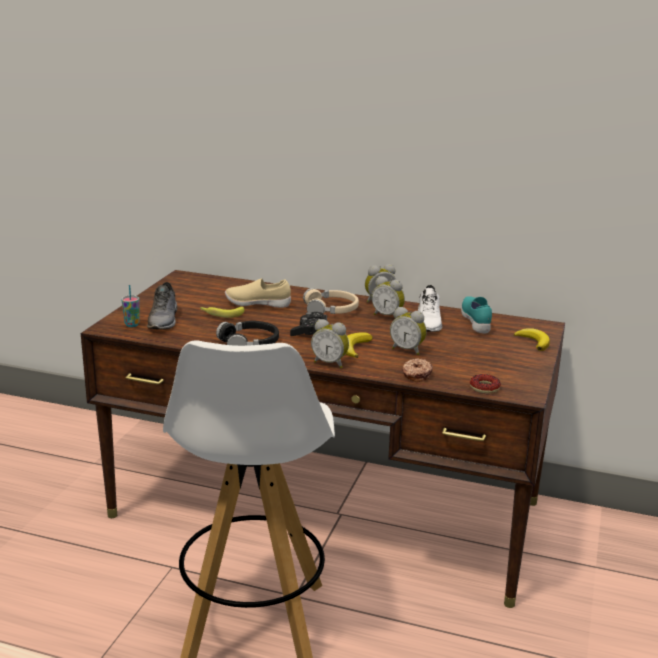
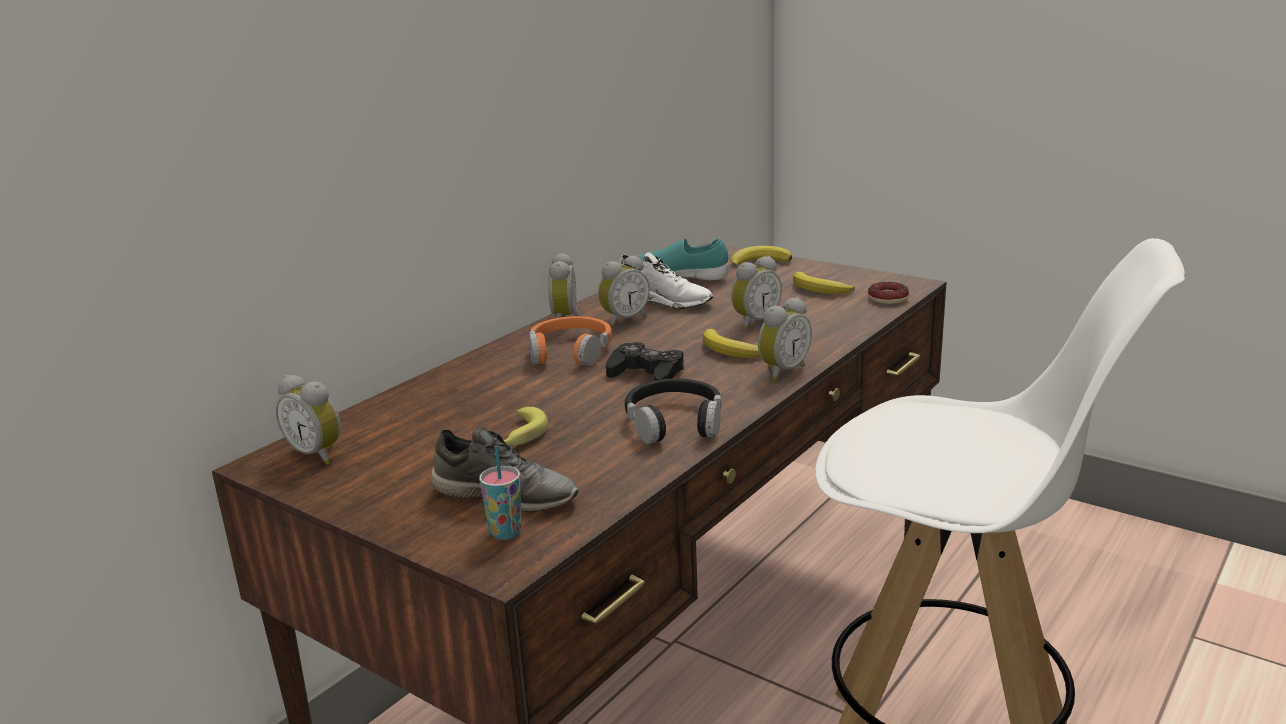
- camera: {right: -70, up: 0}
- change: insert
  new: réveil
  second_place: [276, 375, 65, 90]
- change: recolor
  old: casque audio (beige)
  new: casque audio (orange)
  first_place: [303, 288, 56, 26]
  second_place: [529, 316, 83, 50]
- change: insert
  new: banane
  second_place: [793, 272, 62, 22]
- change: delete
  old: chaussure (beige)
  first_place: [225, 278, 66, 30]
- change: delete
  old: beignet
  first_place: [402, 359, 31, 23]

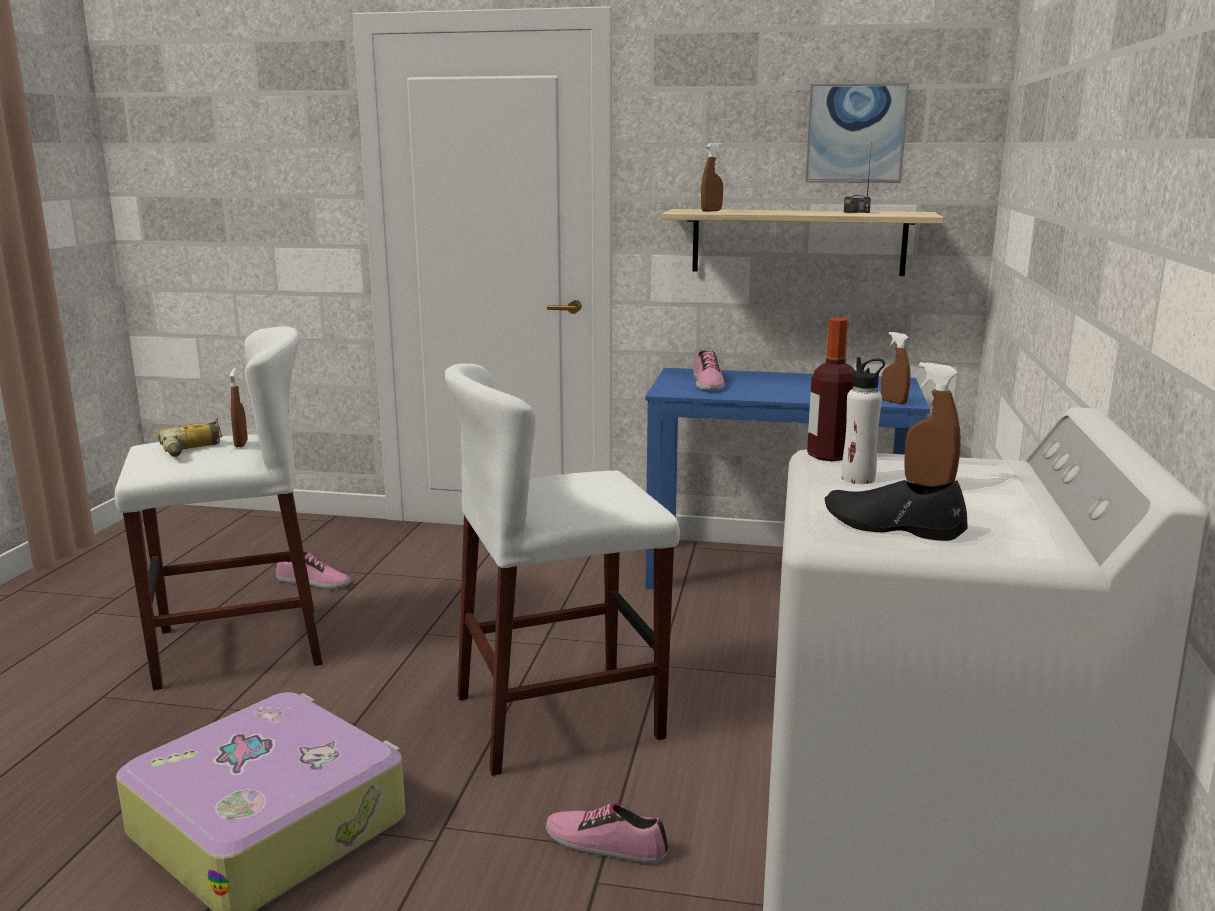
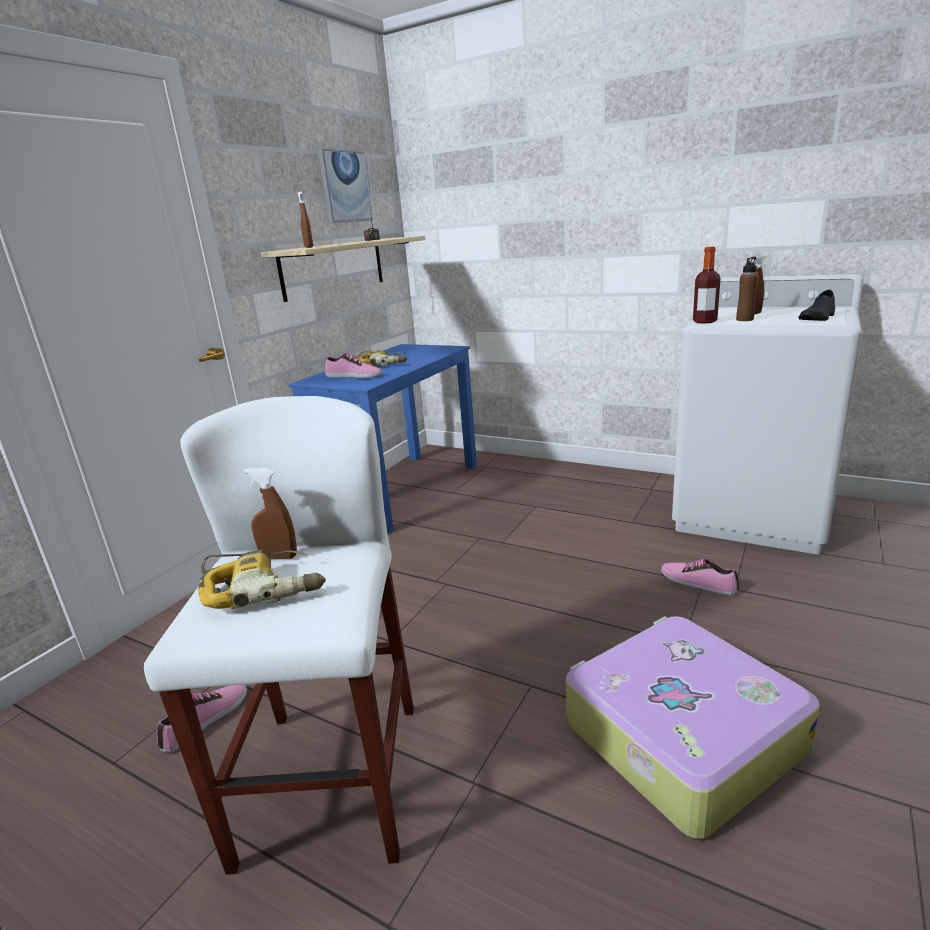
- camera: {right: -70, up: 5}
- change: insert
  new: perceuse
  second_place: [358, 350, 49, 16]
- change: rotate
  old: chaussure
  first_place: [545, 803, 123, 60]
  second_place: [661, 559, 78, 36]
  degrees: 90
- change: recolor
  old: bouteille (blanc)
  new: bouteille (marron)
  first_place: [842, 357, 43, 127]
  second_place: [736, 257, 22, 64]
- change: delete
  old: tabouret (blanc)
  first_place: [445, 363, 235, 413]
- change: delete
  old: vaporisateur (marron)
  first_place: [881, 332, 30, 72]

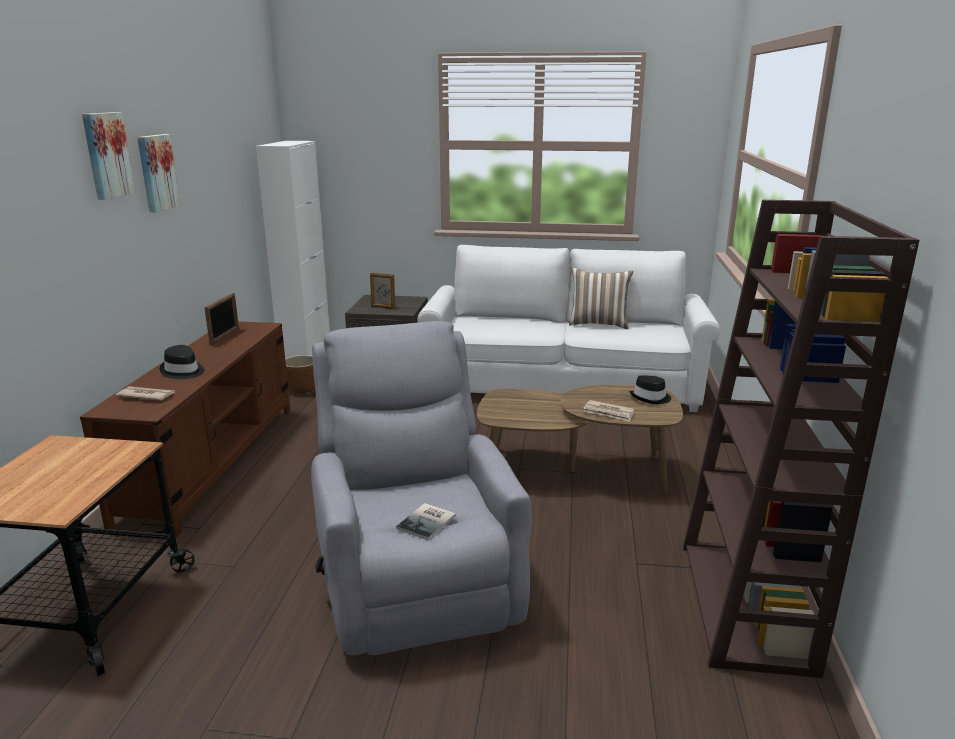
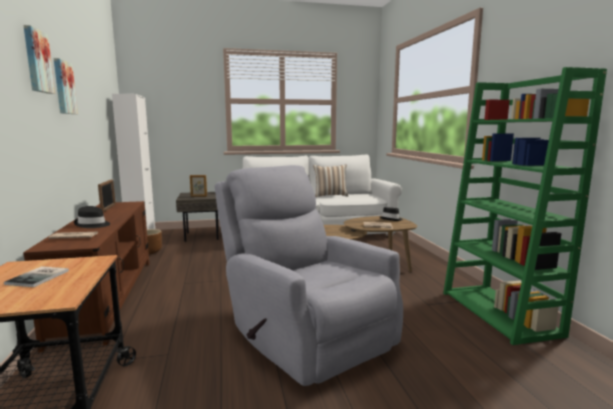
- camera: {right: -20, up: -10}
- change: move
  old: livre
  first_place: [396, 503, 60, 38]
  second_place: [4, 266, 65, 21]
- change: recolor
  old: bibliothèque (marron)
  new: bibliothèque (vert)
  first_place: [683, 200, 237, 478]
  second_place: [443, 67, 164, 278]

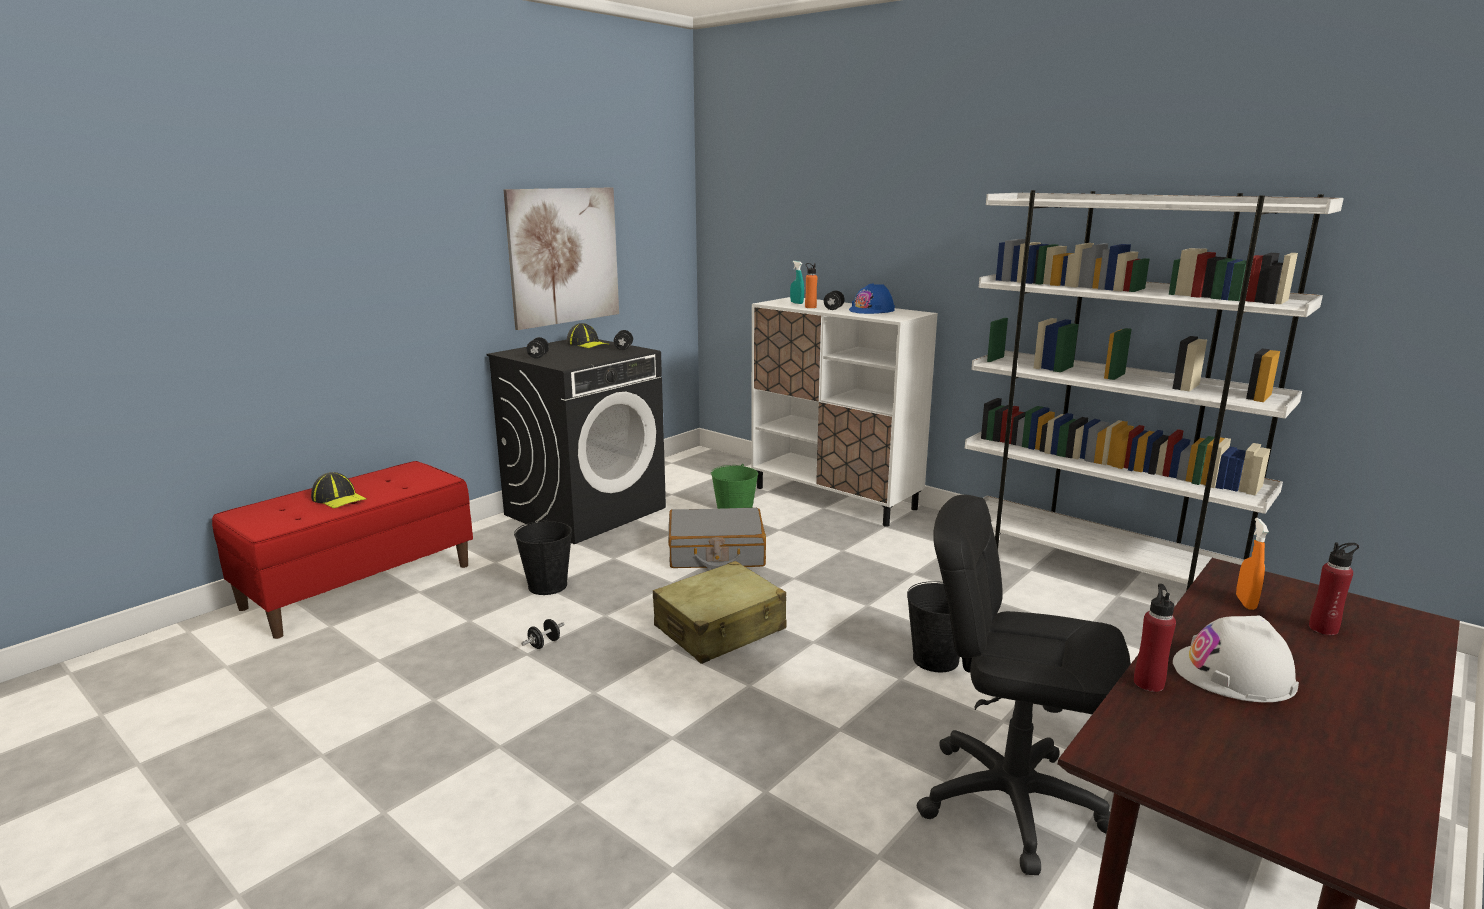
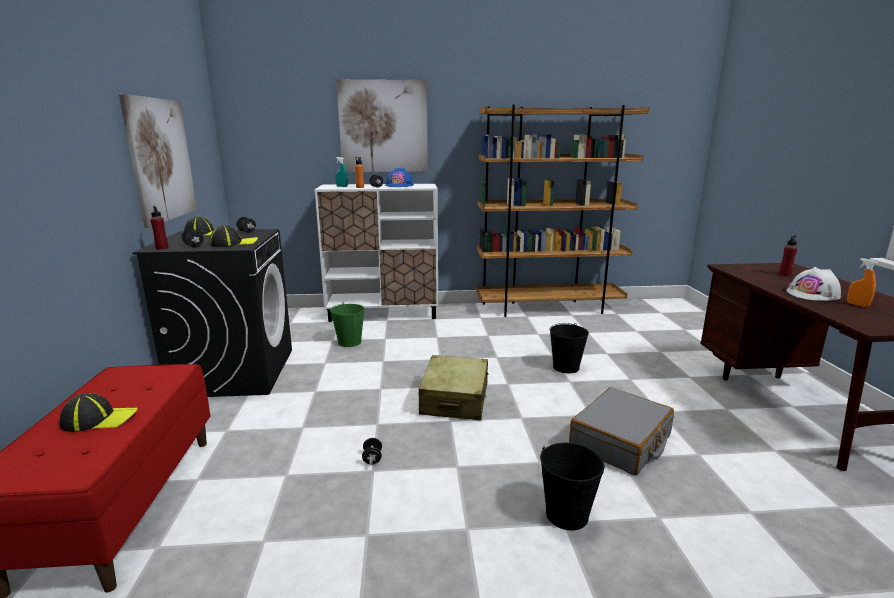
- camera: {right: -45, up: 0}
- change: move
  old: bouteille (rouge)
  first_place: [1134, 584, 42, 108]
  second_place: [151, 206, 18, 44]
- change: insert
  new: casquette
  second_place: [209, 225, 49, 22]
- change: insert
  new: tableau
  second_place: [336, 79, 92, 93]
- change: recolor
  old: bibliothèque (blanc)
  new: bibliothèque (marron)
  first_place: [965, 190, 379, 401]
  second_place: [476, 105, 173, 212]
- change: move
  old: seau (noir)
  first_place: [514, 518, 58, 77]
  second_place: [540, 443, 65, 87]
- change: move
  old: valise (gris)
  first_place: [668, 508, 98, 61]
  second_place: [569, 387, 105, 88]
- change: move
  old: vaporisateur (orange)
  first_place: [1236, 518, 33, 92]
  second_place: [847, 258, 31, 49]
- change: delete
  old: chaise de bureau (noir)
  first_place: [917, 495, 214, 380]

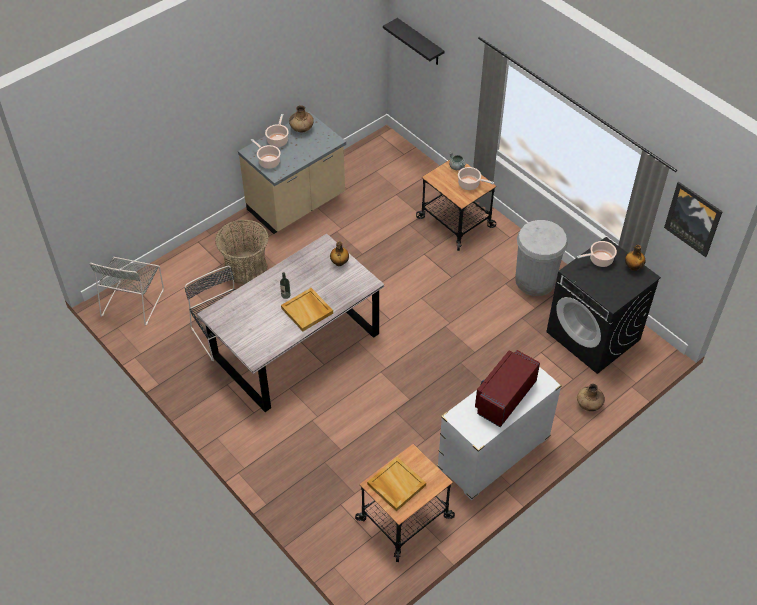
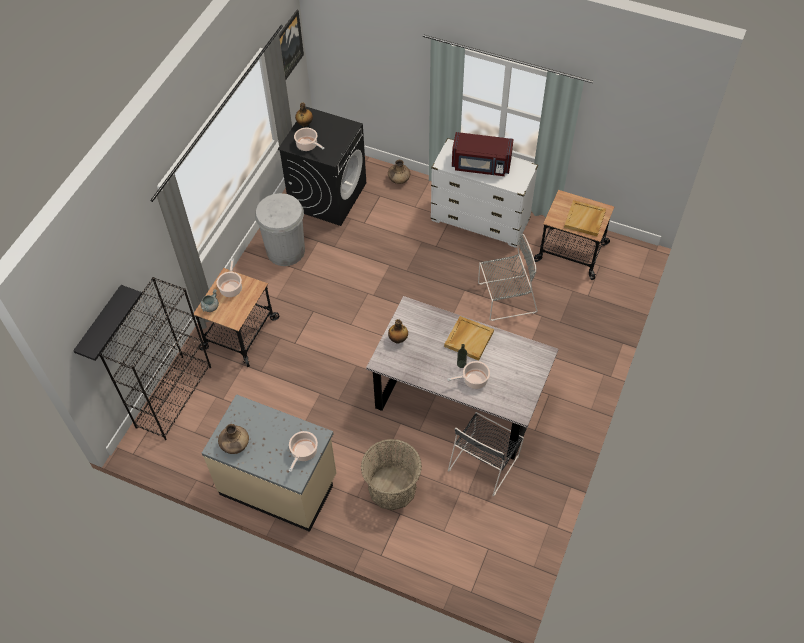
- camera: {right: -115, up: 5}
- change: insert
  new: bibliothèque (noir)
  second_place: [99, 277, 112, 163]
- change: move
  old: marmite
  first_place: [265, 114, 24, 33]
  second_place: [447, 361, 43, 28]
- change: move
  old: chaise (gris)
  first_place: [90, 257, 74, 69]
  second_place: [478, 234, 59, 87]

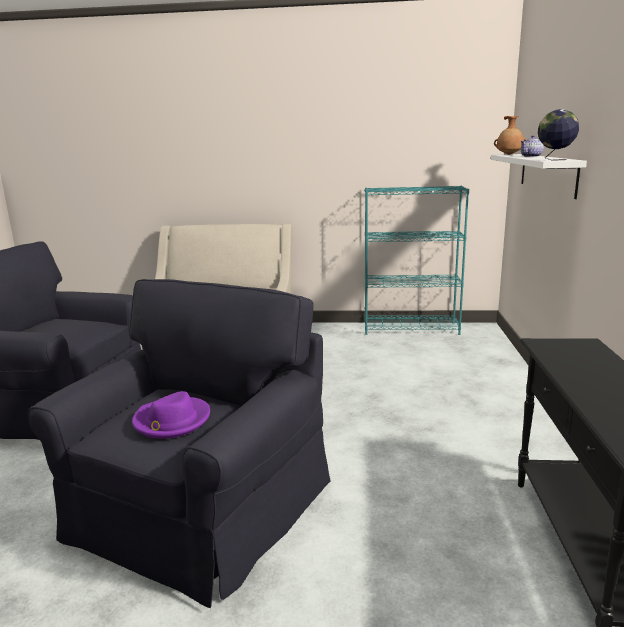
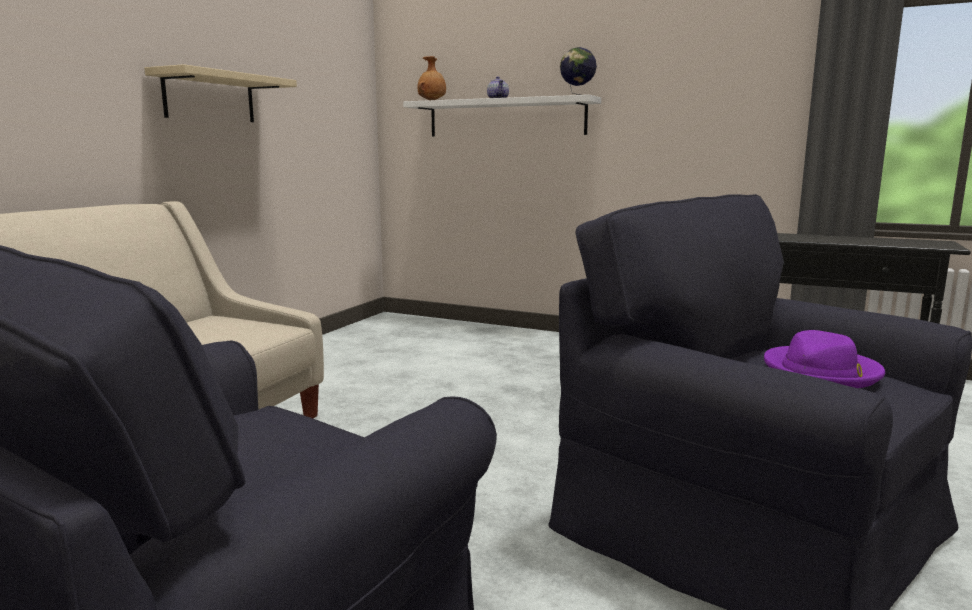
- camera: {right: -70, up: -5}
- change: insert
  new: étagère (beige)
  second_place: [144, 64, 153, 58]
- change: delete
  old: bibliothèque (turquoise)
  first_place: [365, 186, 104, 149]

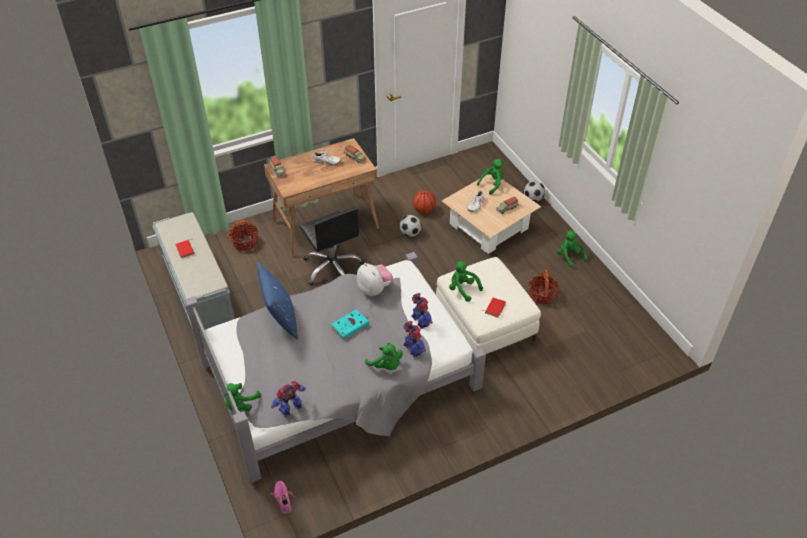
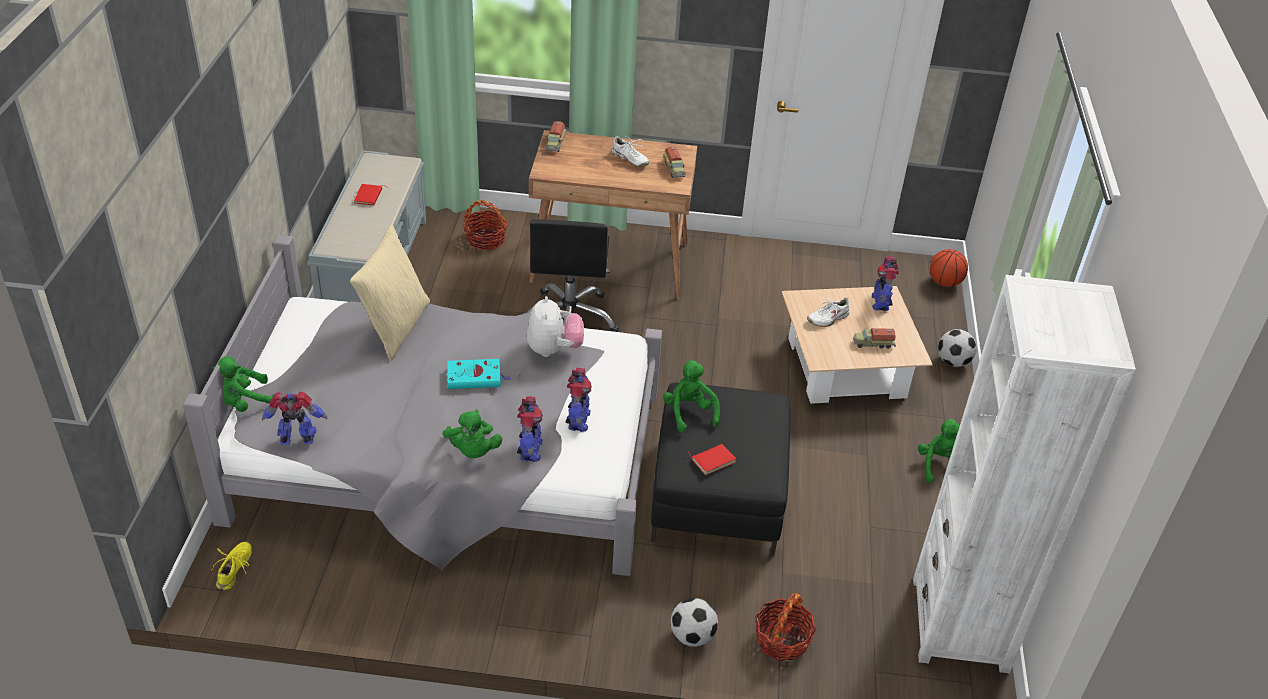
- camera: {right: 30, up: -5}
- change: recolor
  old: chaussure (rose)
  new: chaussure (jaune)
  first_place: [272, 481, 22, 33]
  second_place: [211, 542, 41, 48]
- change: recolor
  old: coussin (bleu)
  new: coussin (beige)
  first_place: [257, 262, 41, 77]
  second_place: [350, 224, 80, 137]
- change: recolor
  old: pouf (blanc)
  new: pouf (noir)
  first_place: [436, 257, 105, 97]
  second_place: [651, 383, 139, 174]
- change: move
  old: ballon de foot
  first_place: [400, 215, 22, 22]
  second_place: [670, 598, 48, 49]
- change: move
  old: panier
  first_place: [529, 270, 30, 34]
  second_place: [755, 593, 61, 68]
- change: replace
  old: peluche (vert)
  new: robot jouet
  first_place: [477, 159, 27, 36]
  second_place: [872, 257, 27, 54]
- change: insert
  new: bibliothèque (blanc)
  second_place: [913, 275, 223, 398]
- change: move
  old: ballon de basket
  first_place: [413, 190, 23, 24]
  second_place: [930, 249, 38, 38]

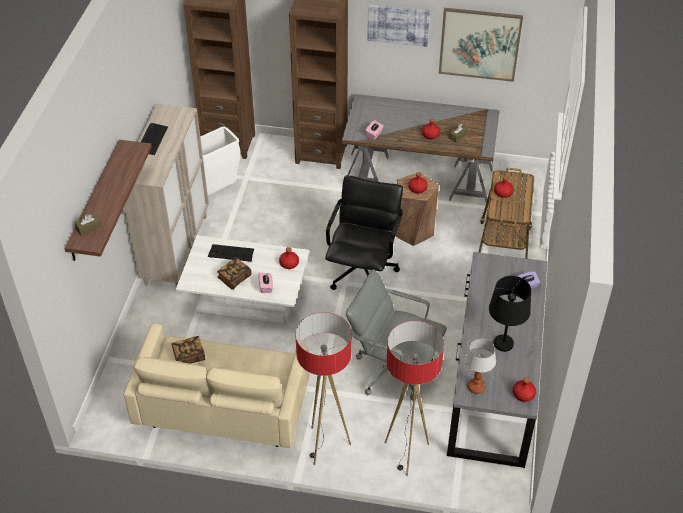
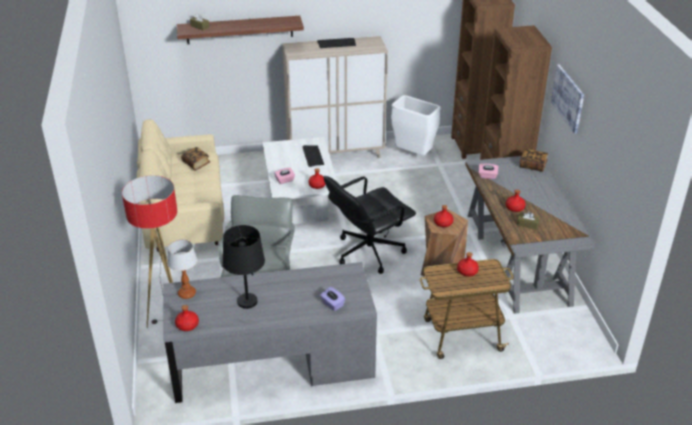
- camera: {right: 70, up: -10}
- change: rotate
  old: chaise de bureau (noir)
  first_place: [325, 175, 78, 115]
  second_place: [324, 176, 92, 98]
  degrees: 150
- change: move
  old: livre
  first_place: [217, 258, 35, 32]
  second_place: [520, 149, 28, 23]
- change: delete
  old: lampadaire
  first_place: [295, 312, 57, 153]
- change: delete
  old: tableau
  first_place: [439, 8, 84, 74]

